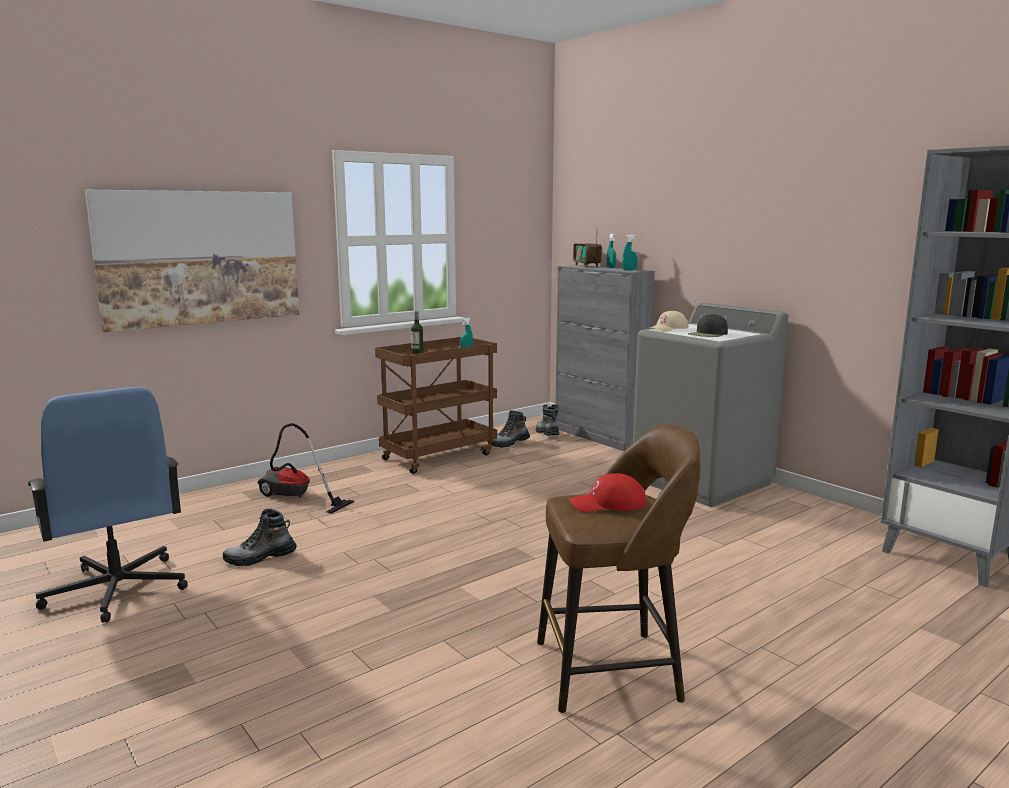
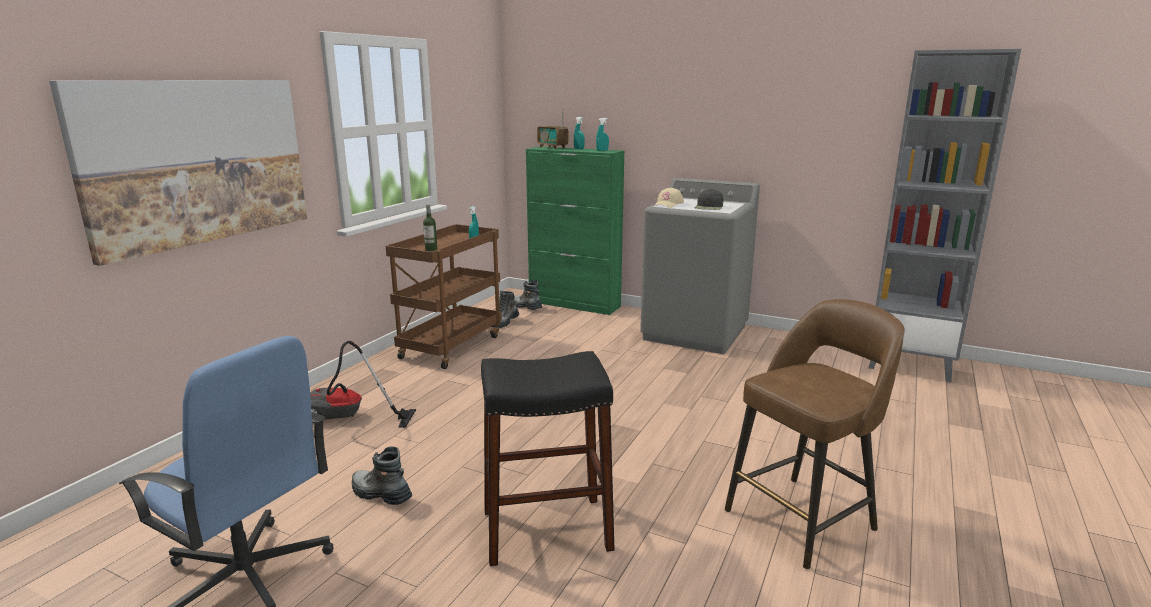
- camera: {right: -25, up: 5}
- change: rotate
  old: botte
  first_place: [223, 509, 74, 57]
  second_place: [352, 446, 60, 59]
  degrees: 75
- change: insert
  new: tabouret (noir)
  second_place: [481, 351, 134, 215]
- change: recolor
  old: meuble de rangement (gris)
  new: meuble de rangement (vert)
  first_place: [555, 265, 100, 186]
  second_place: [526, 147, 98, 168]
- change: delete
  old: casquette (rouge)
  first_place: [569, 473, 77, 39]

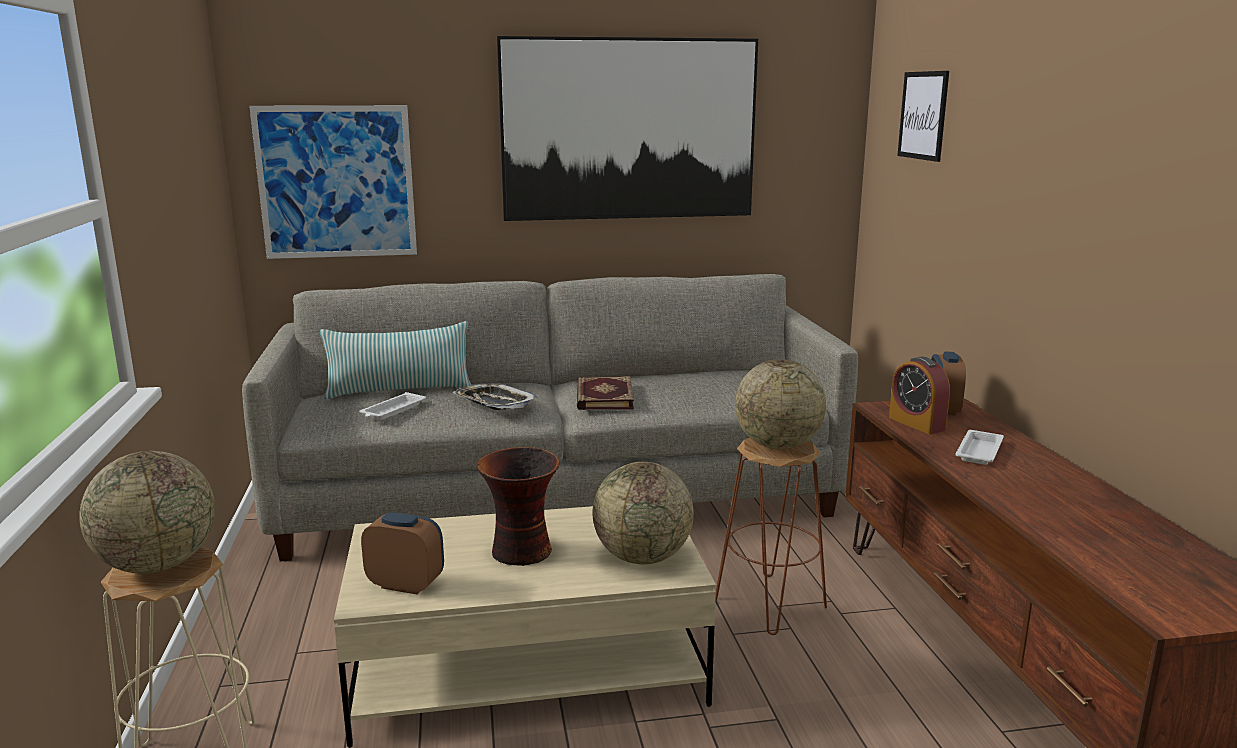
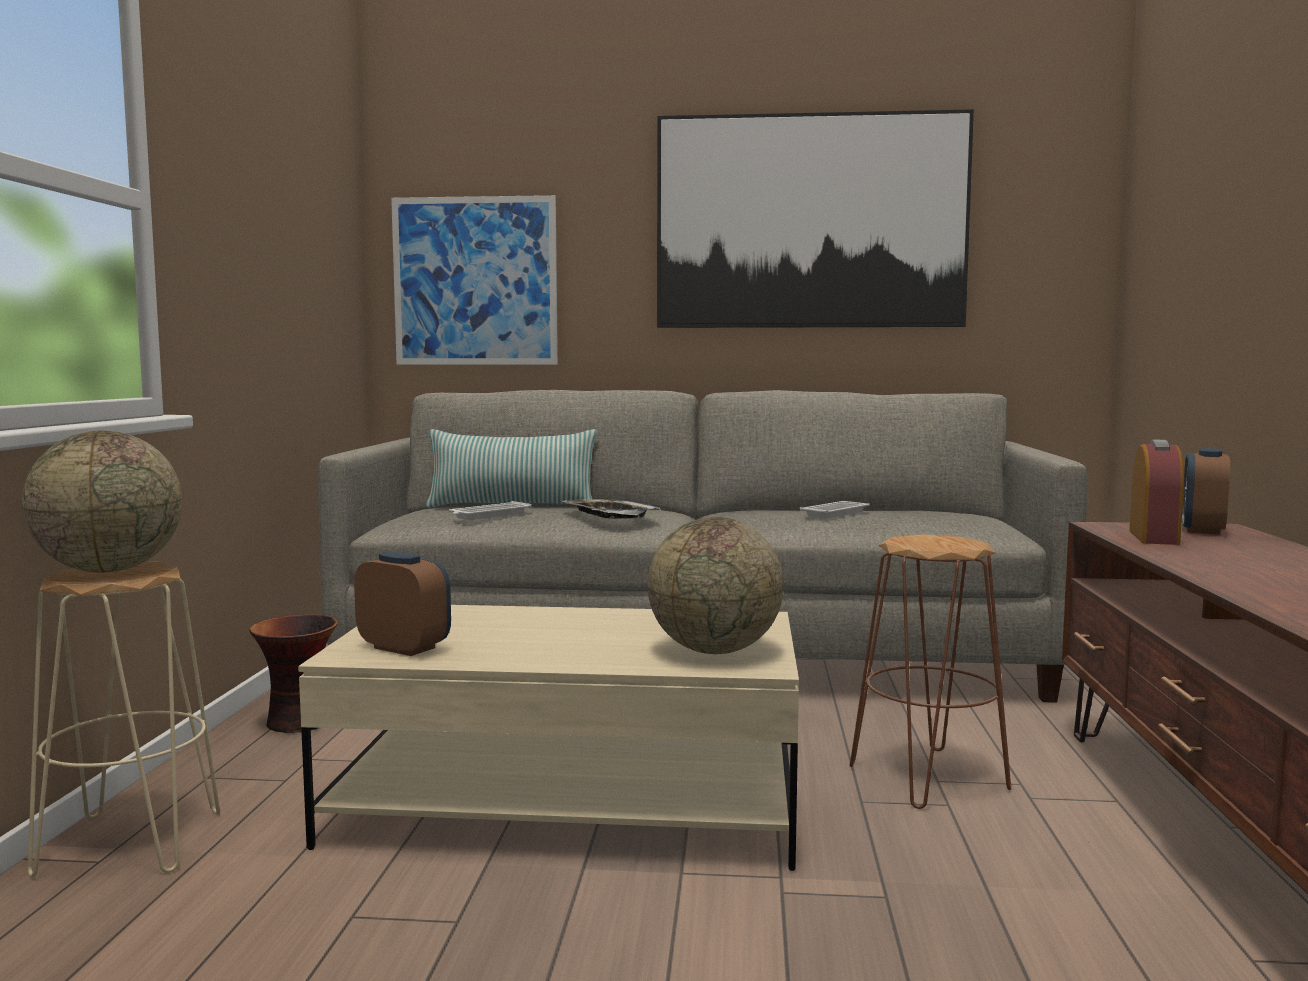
- camera: {right: 15, up: -10}
- change: move
  old: vase
  first_place: [477, 447, 82, 119]
  second_place: [249, 615, 88, 118]
- change: move
  old: plateau (blanc)
  first_place: [955, 430, 49, 35]
  second_place: [800, 501, 70, 17]
- change: rotate
  old: réveil
  first_place: [889, 357, 61, 77]
  second_place: [1129, 440, 55, 105]
  degrees: -150
- change: delete
  old: livre
  first_place: [577, 376, 57, 34]
- change: delete
  old: globe
  first_place: [735, 360, 91, 90]
- change: delete
  old: tableau
  first_place: [897, 71, 52, 91]

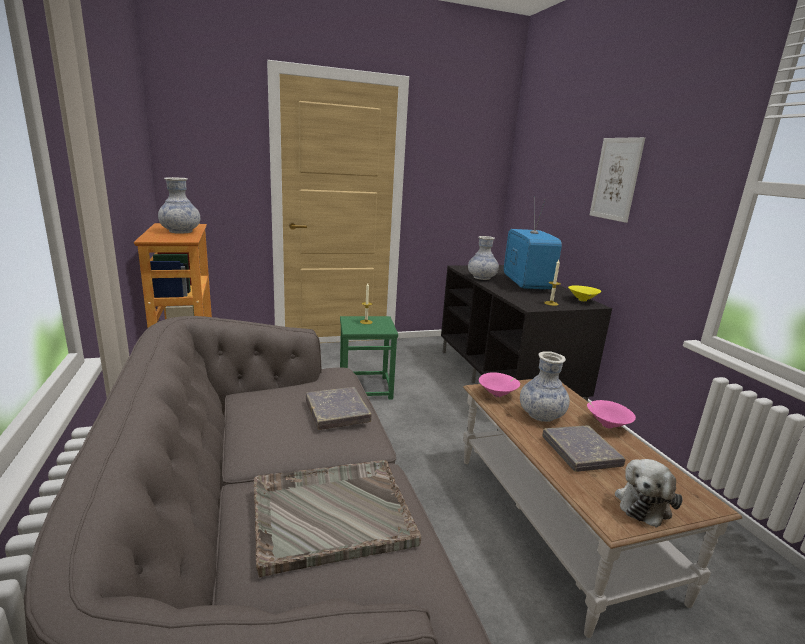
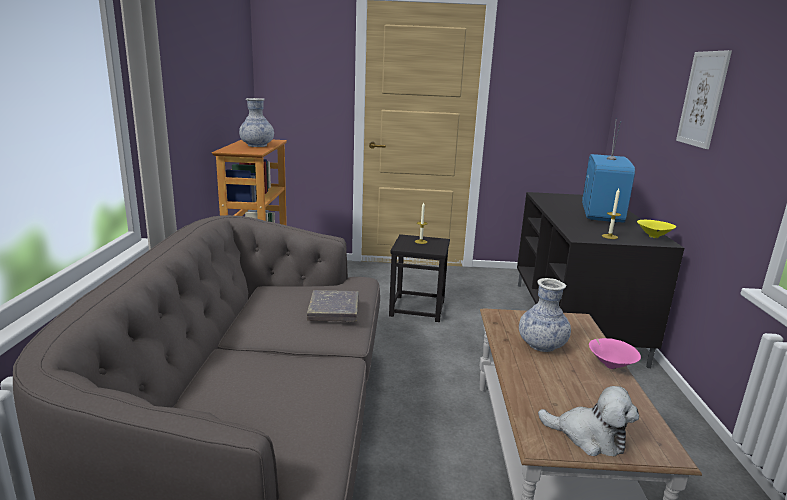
- camera: {right: 20, up: 0}
- change: recolor
  old: tabouret (vert)
  new: tabouret (noir)
  first_place: [340, 316, 58, 84]
  second_place: [389, 234, 61, 88]
- change: rotate
  old: peluche
  first_place: [615, 459, 68, 68]
  second_place: [538, 386, 101, 71]
  degrees: -120
- change: delete
  old: plateau (gris)
  first_place: [254, 460, 167, 117]
- change: delete
  old: vase
  first_place: [468, 236, 31, 44]
- change: delete
  old: bol (rose)
  first_place: [479, 372, 41, 25]
- change: delete
  old: livre (gris)
  first_place: [542, 425, 83, 47]

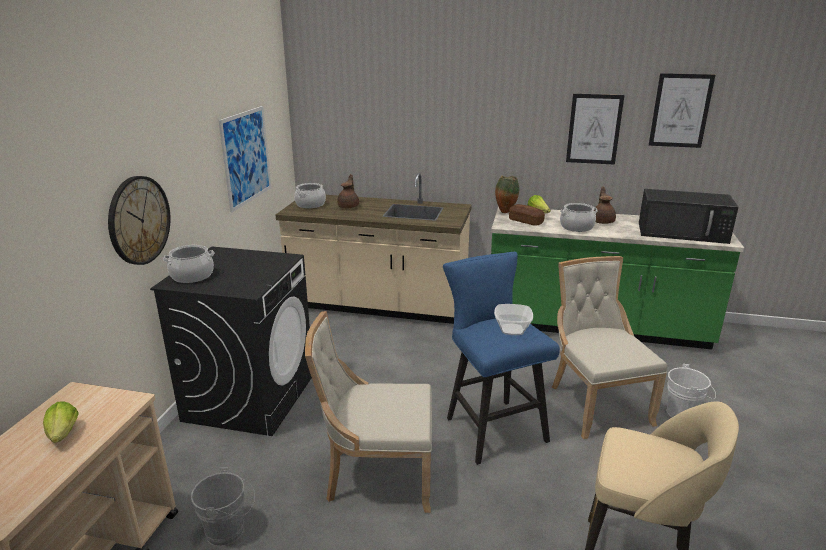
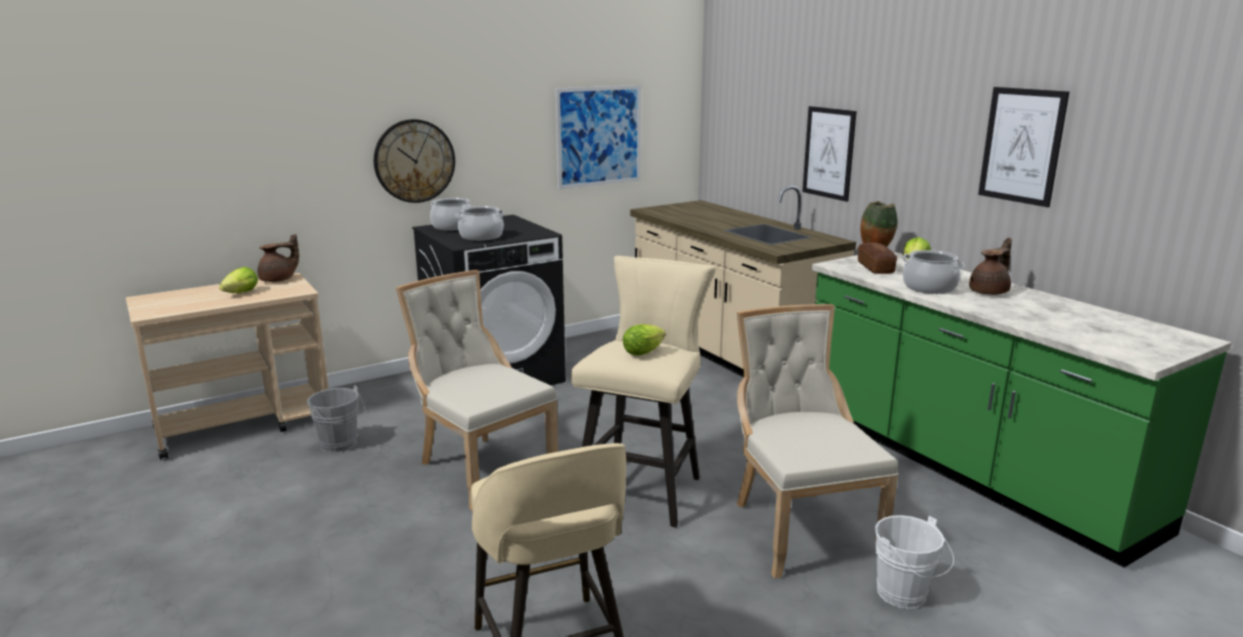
- camera: {right: 45, up: -5}
- change: move
  old: théière (marron)
  first_place: [337, 174, 22, 34]
  second_place: [258, 234, 41, 48]
- change: move
  old: marmite
  first_place: [294, 183, 32, 25]
  second_place: [455, 206, 50, 35]
- change: recolor
  old: tabouret (bleu)
  new: tabouret (beige)
  first_place: [443, 252, 117, 213]
  second_place: [571, 256, 145, 271]
- change: replace
  old: bol
  new: laitue
  first_place: [494, 304, 39, 31]
  second_place: [623, 324, 43, 32]
- change: rotate
  old: chaise (beige)
  first_place: [552, 256, 115, 183]
  second_place: [737, 304, 161, 275]
  degrees: -45
- change: move
  old: tableau
  first_place: [649, 73, 66, 75]
  second_place: [802, 106, 55, 96]
- change: delete
  old: micro-ondes (noir)
  first_place: [639, 189, 99, 55]

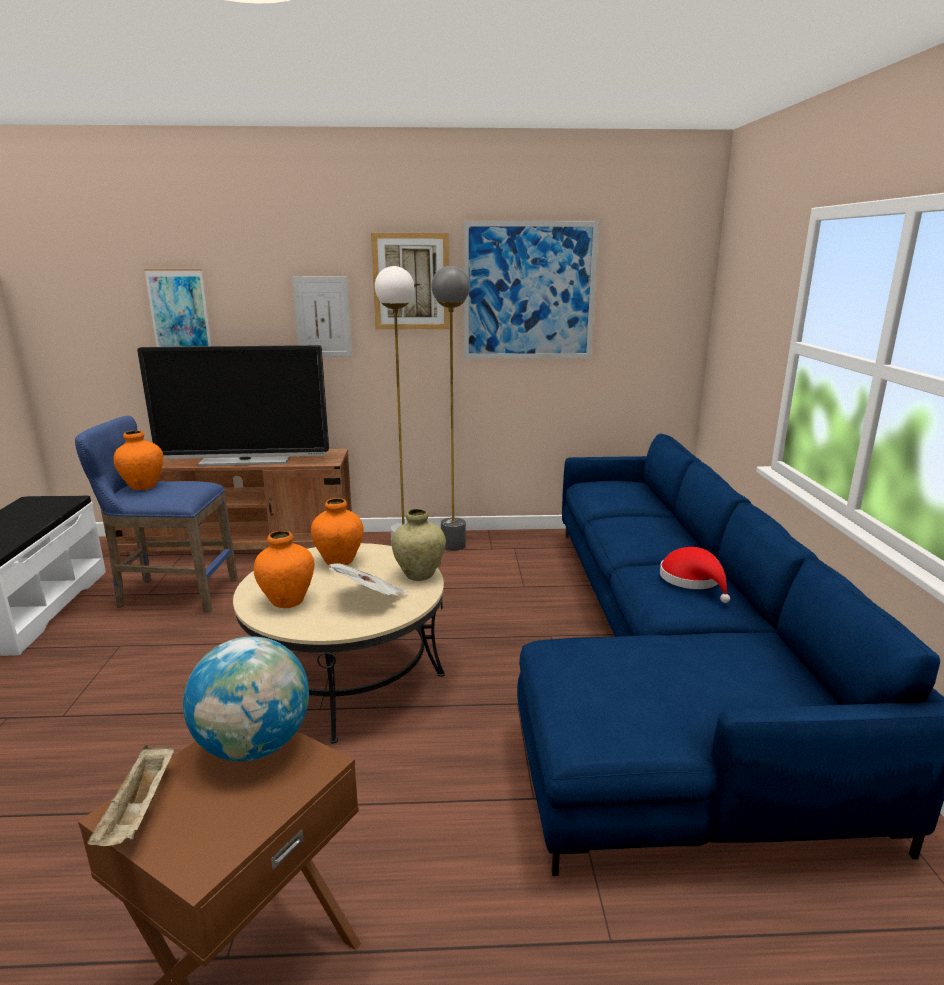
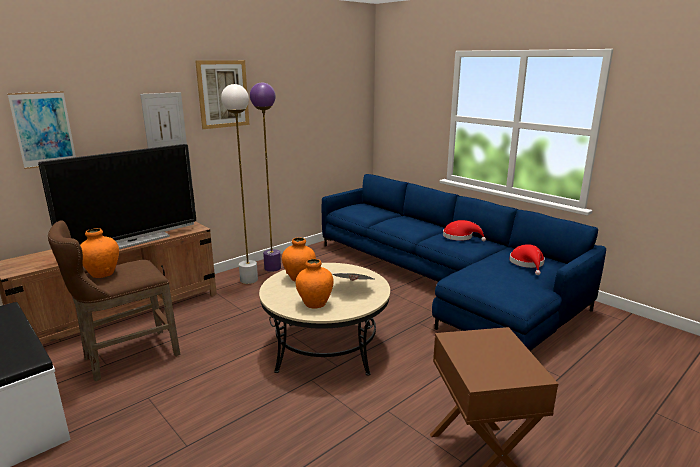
- camera: {right: -40, up: 0}
- change: recolor
  old: tabouret (bleu)
  new: tabouret (marron)
  first_place: [75, 416, 163, 197]
  second_place: [48, 220, 132, 161]
- change: recolor
  old: lampadaire (gris)
  new: lampadaire (violet)
  first_place: [431, 266, 39, 285]
  second_place: [250, 83, 31, 189]
- change: insert
  new: chapeau (rouge)
  second_place: [509, 244, 36, 31]
- change: delete
  old: plateau (beige)
  first_place: [87, 745, 87, 101]
- change: delete
  old: globe
  first_place: [183, 636, 126, 125]
- change: delete
  old: vase (beige)
  first_place: [392, 509, 54, 72]
- change: delete
  old: tableau
  first_place: [463, 221, 136, 138]

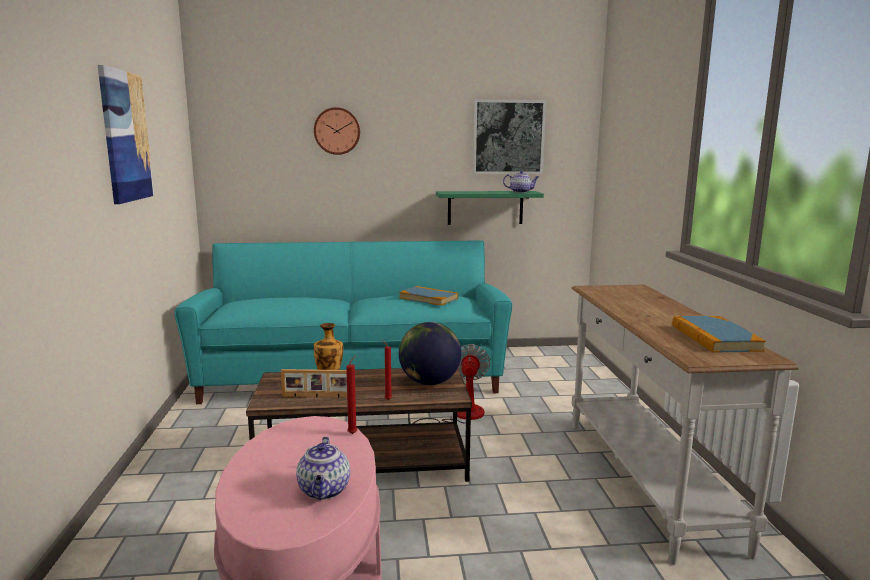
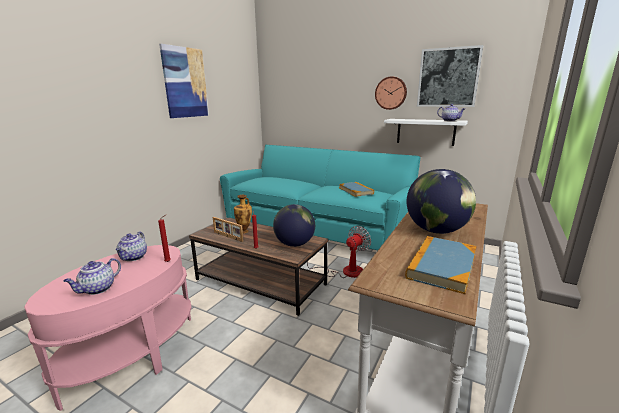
- camera: {right: 35, up: 5}
- change: insert
  new: théière
  second_place: [115, 231, 32, 30]
- change: move
  old: horloge murale
  first_place: [314, 107, 46, 48]
  second_place: [375, 77, 32, 33]
- change: recolor
  old: étagère (vert)
  new: étagère (blanc)
  first_place: [436, 191, 108, 34]
  second_place: [384, 119, 84, 27]
- change: insert
  new: globe
  second_place: [407, 169, 69, 65]

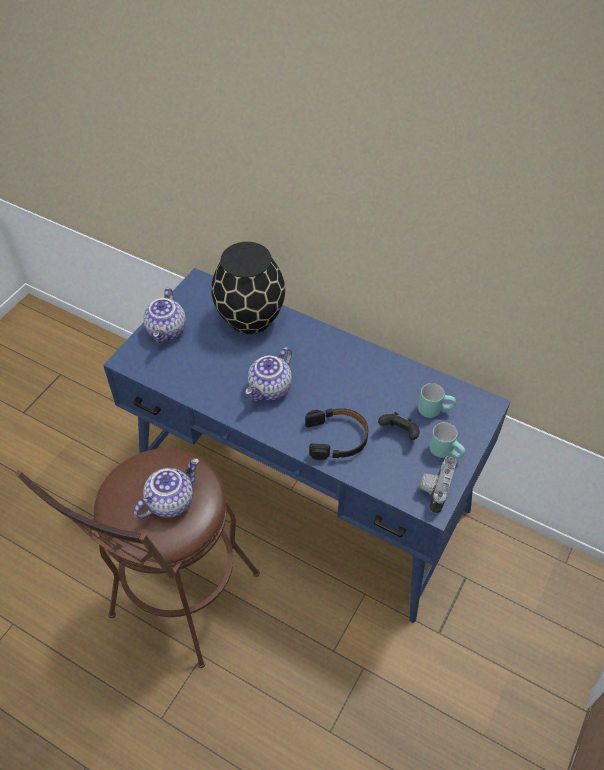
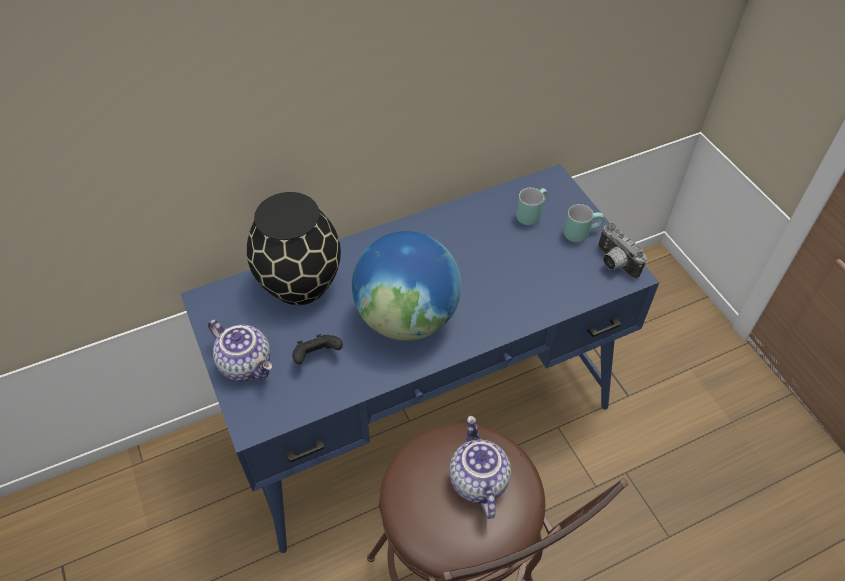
- camera: {right: -55, up: 0}
- change: move
  old: manette (noir)
  first_place: [378, 412, 42, 28]
  second_place: [292, 334, 51, 30]
- change: replace
  old: théière
  new: globe
  first_place: [245, 347, 47, 54]
  second_place: [352, 231, 109, 110]
- change: delete
  old: casque audio (noir)
  first_place: [305, 408, 63, 52]

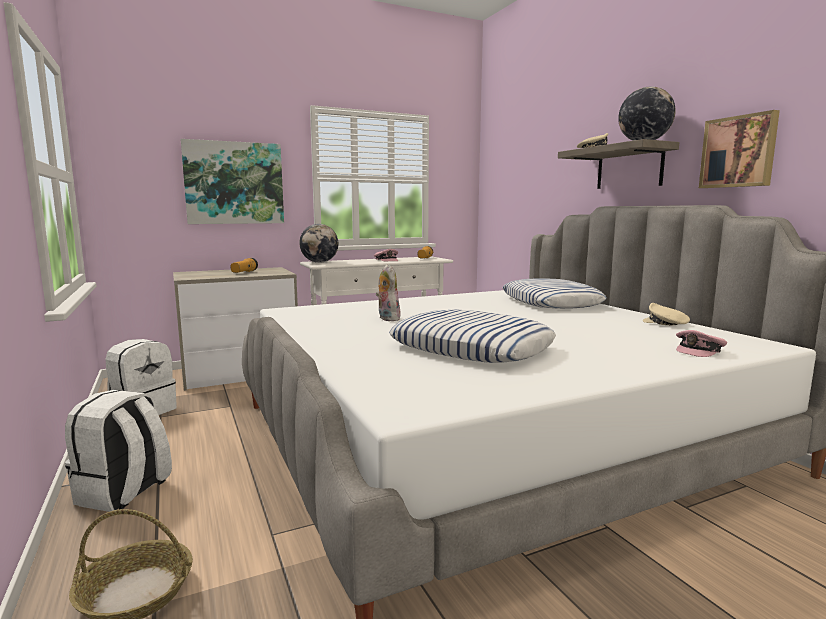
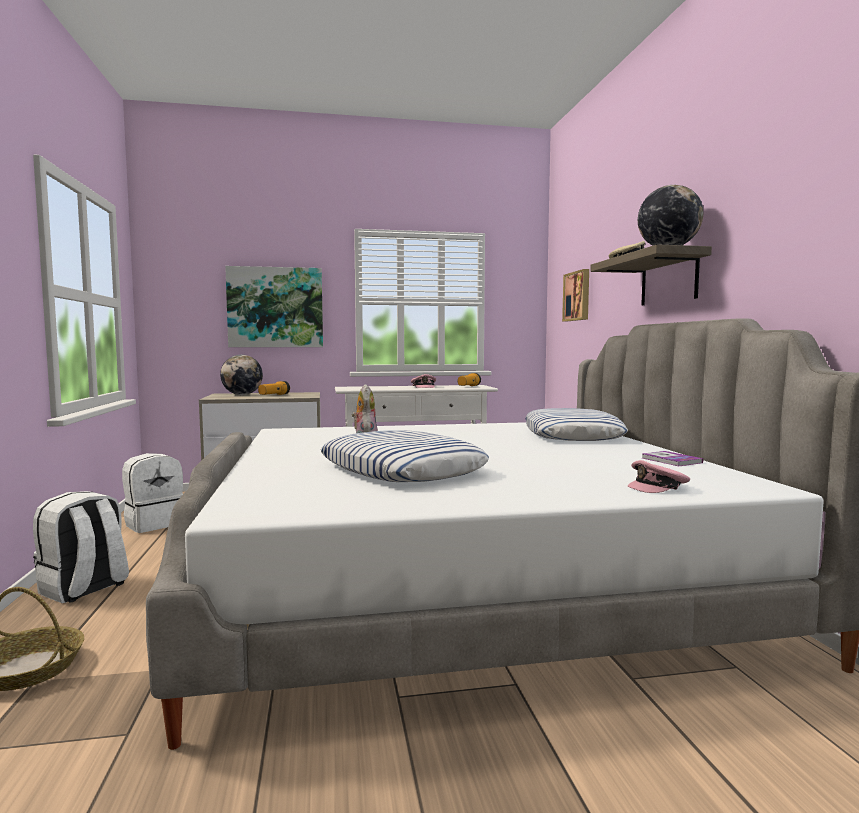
- camera: {right: 15, up: -5}
- change: move
  old: globe
  first_place: [299, 224, 39, 39]
  second_place: [220, 355, 43, 40]
- change: move
  old: tableau
  first_place: [699, 110, 81, 78]
  second_place: [562, 269, 27, 52]
- change: replace
  old: casquette (beige)
  new: livre
  first_place: [643, 303, 47, 22]
  second_place: [642, 451, 61, 15]

